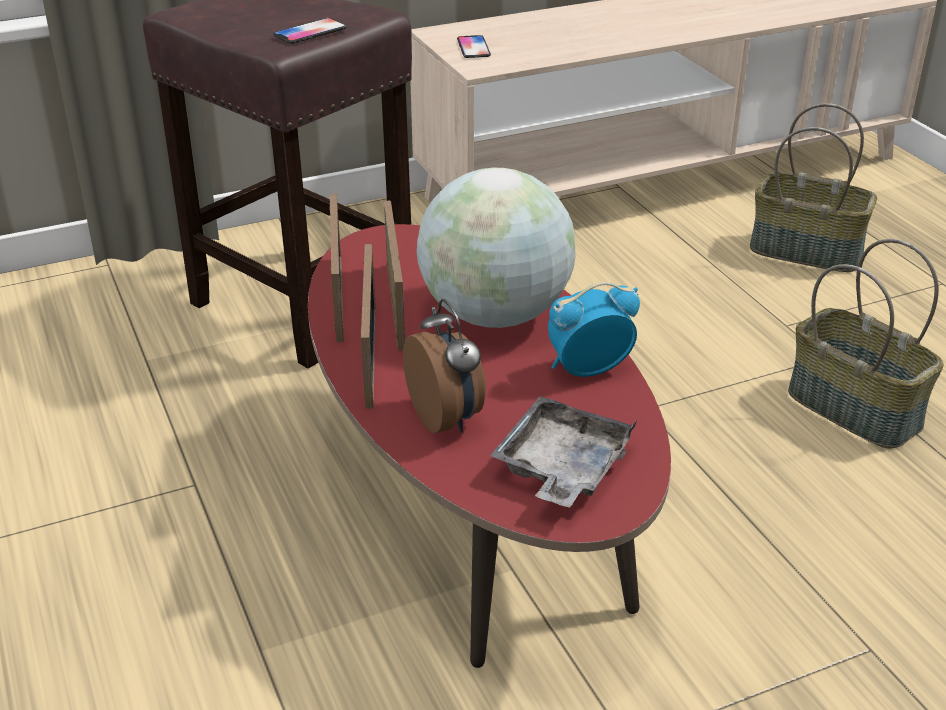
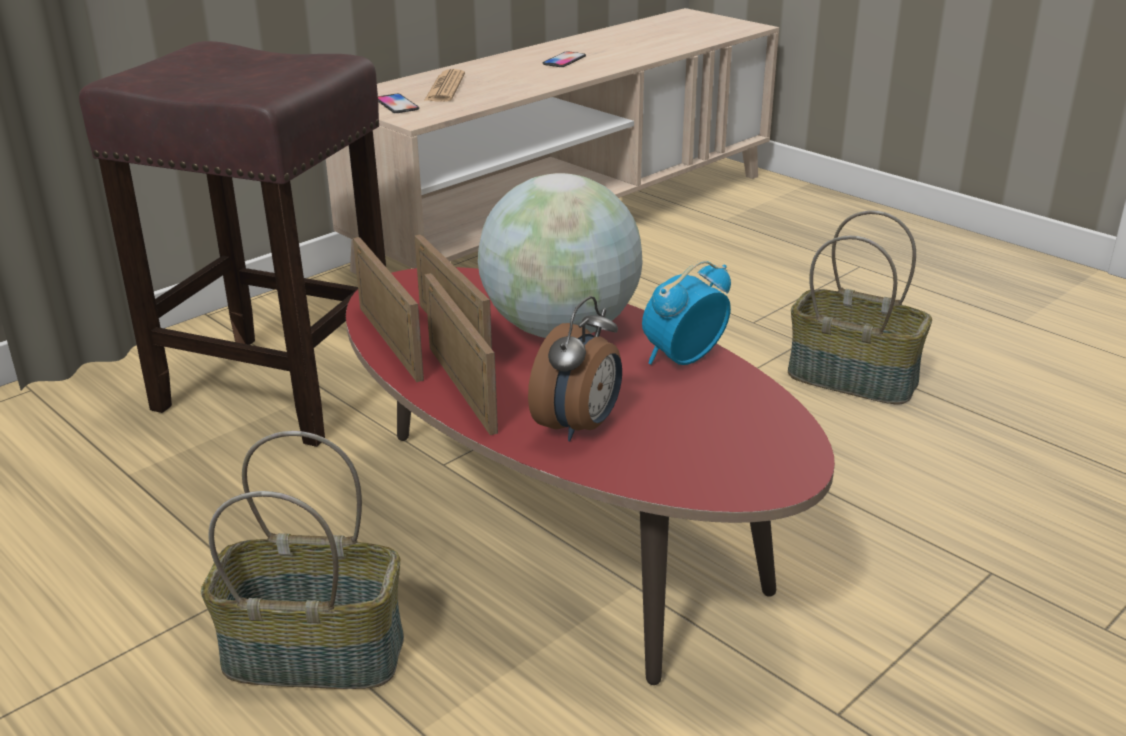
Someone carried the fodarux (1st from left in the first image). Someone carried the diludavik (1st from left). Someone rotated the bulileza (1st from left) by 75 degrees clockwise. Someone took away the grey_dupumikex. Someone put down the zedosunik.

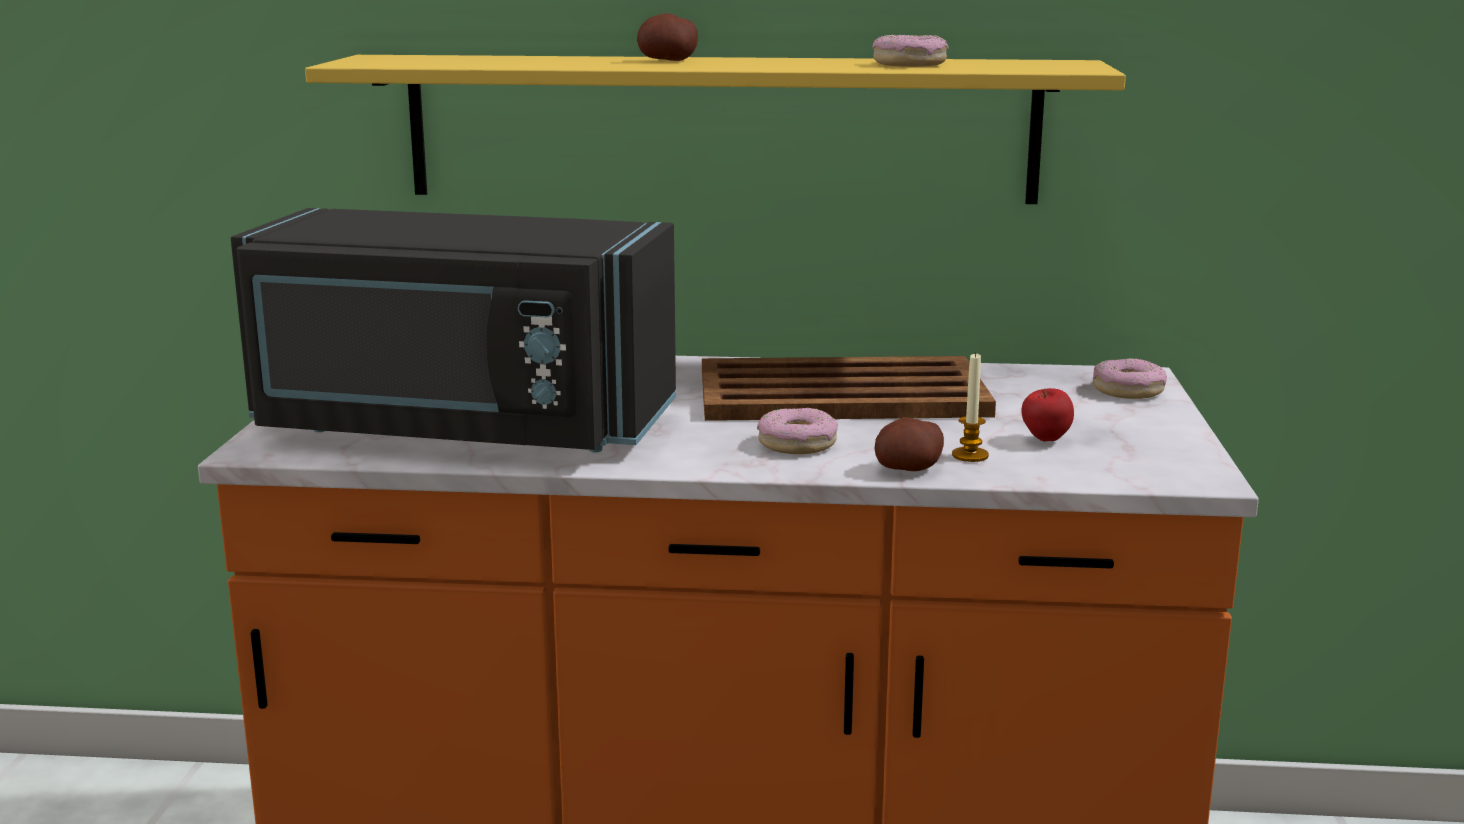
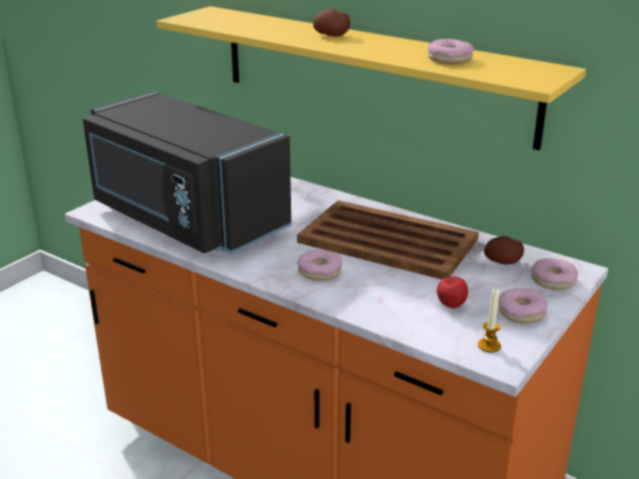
Someone carried the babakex. Someone carried the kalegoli (2nd from left). Someone put down the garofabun (3rd from left).

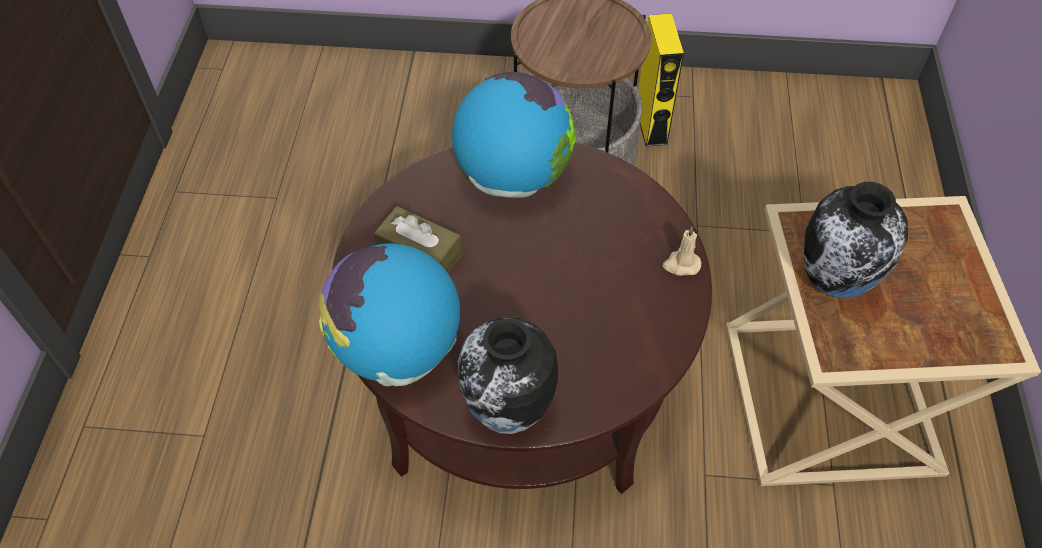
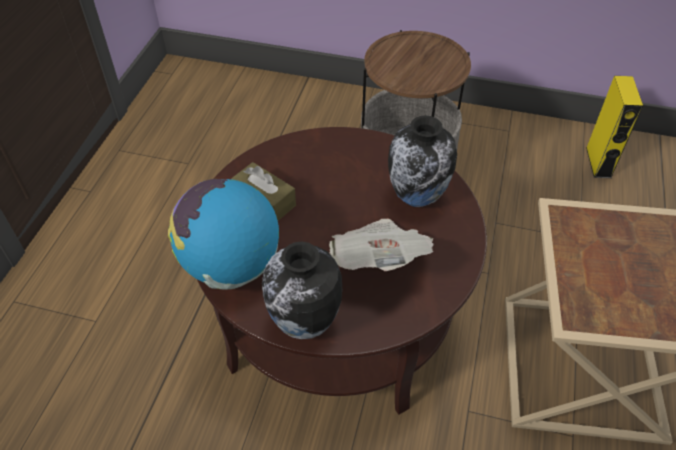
Someone carried the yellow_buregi. Someone took away the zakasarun (2nd from left). Someone carried the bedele (2nd from left). Someone took away the beige_babakex. Someone put down the zedosunik.

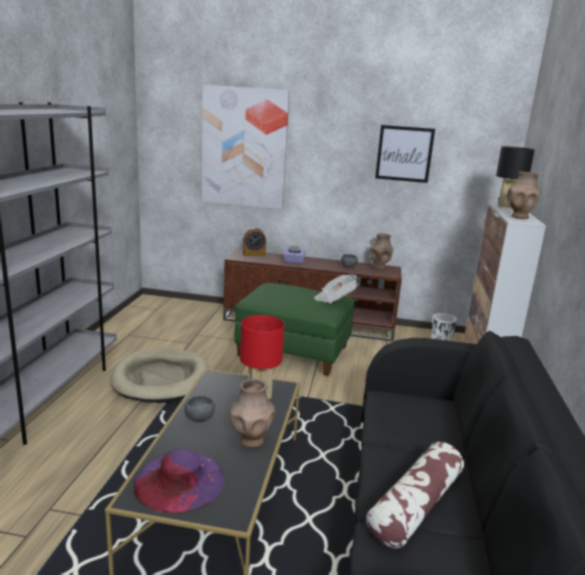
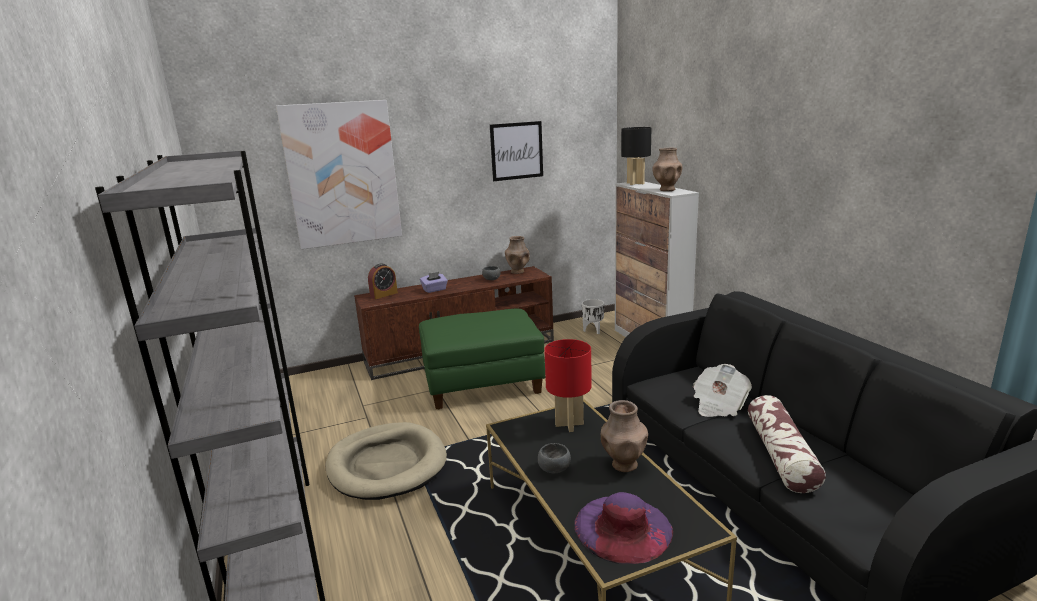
Someone carried the zedosunik.

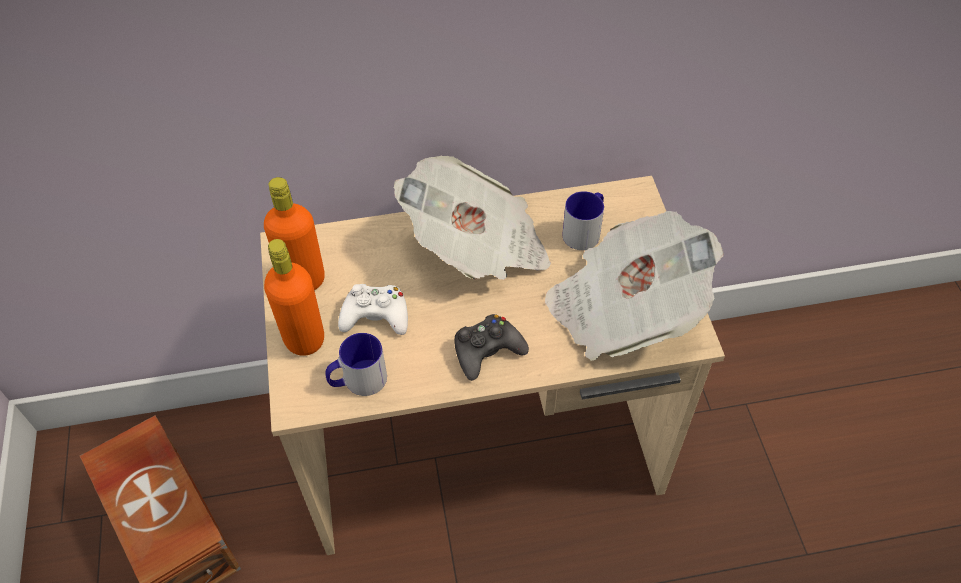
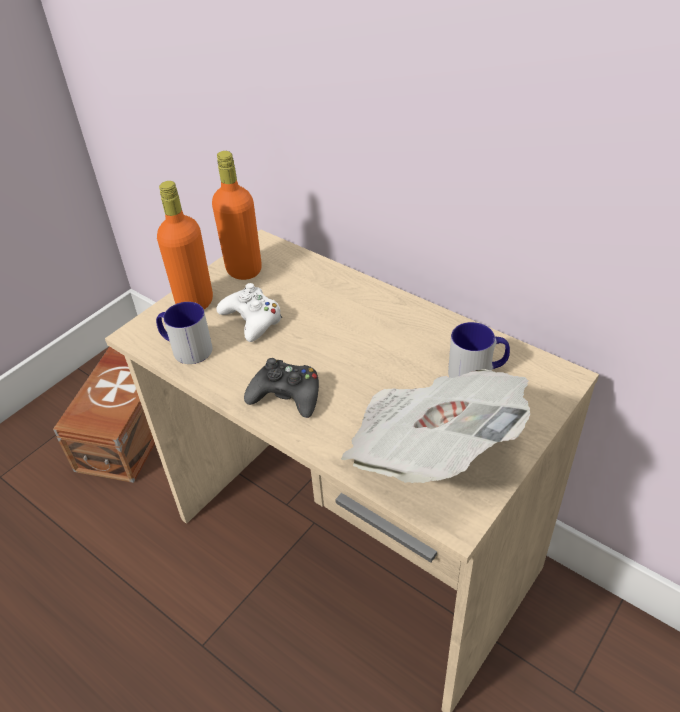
Someone took away the zedosunik (1st from left).

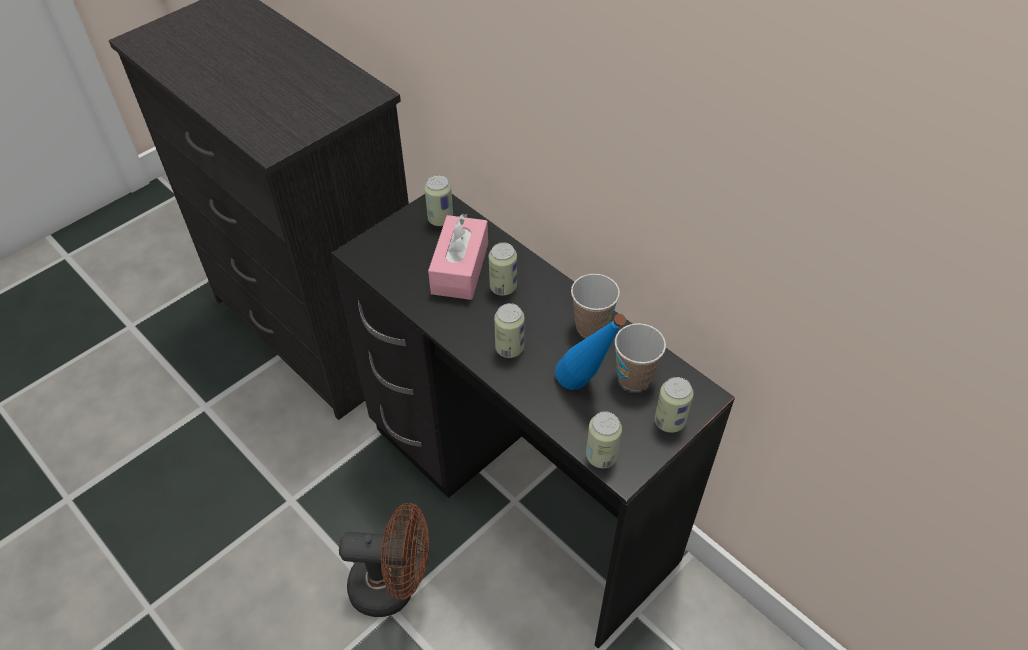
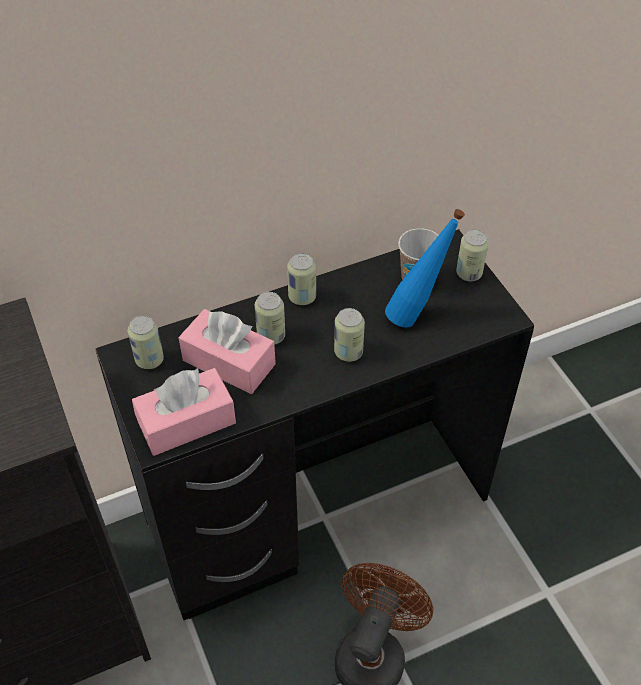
Someone took away the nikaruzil (1st from left). Someone carried the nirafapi (4th from left in the first image). Someone put down the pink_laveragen (1st from left).

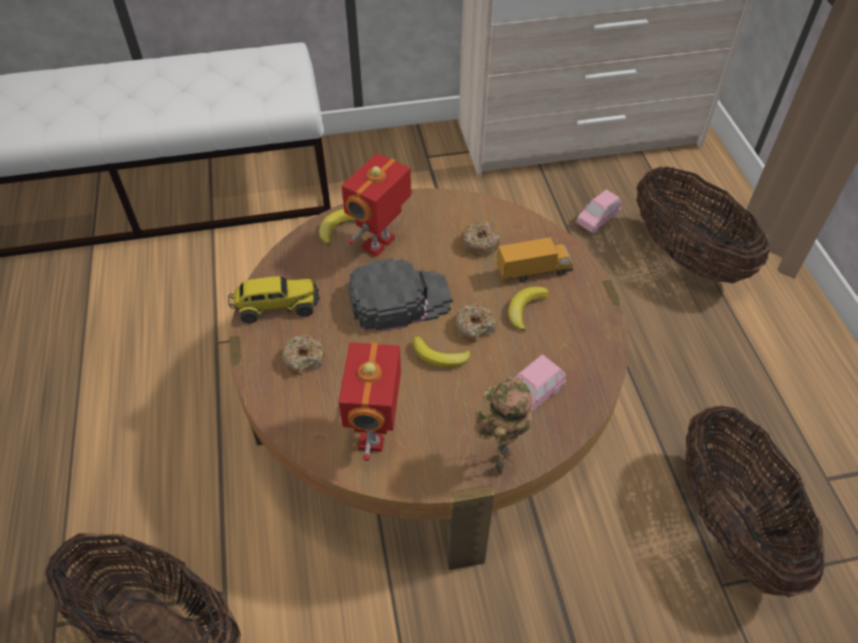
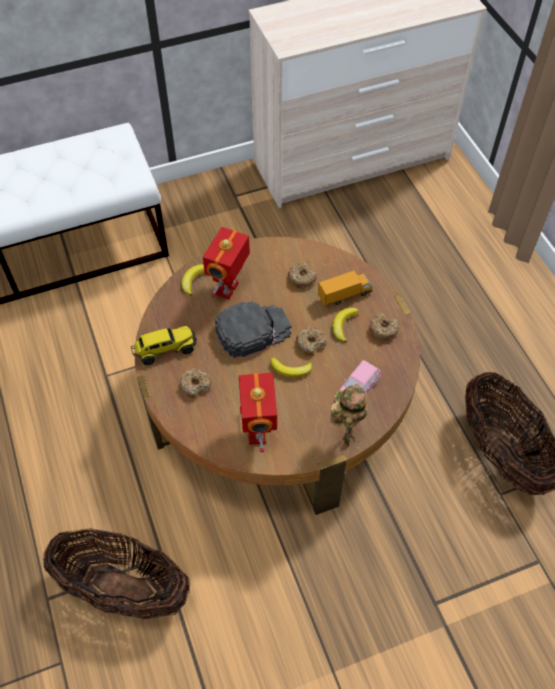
Someone took away the diludavik (2nd from left). Someone took away the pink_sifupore (2nd from left). Someone put down the garofabun (4th from left).

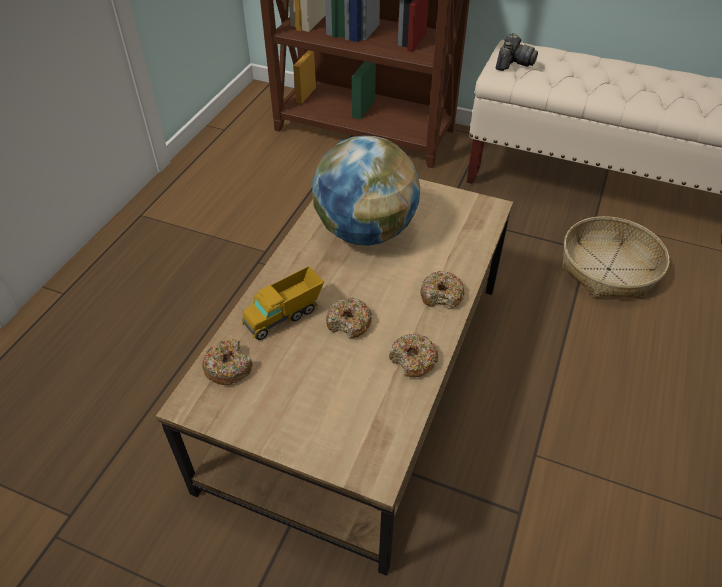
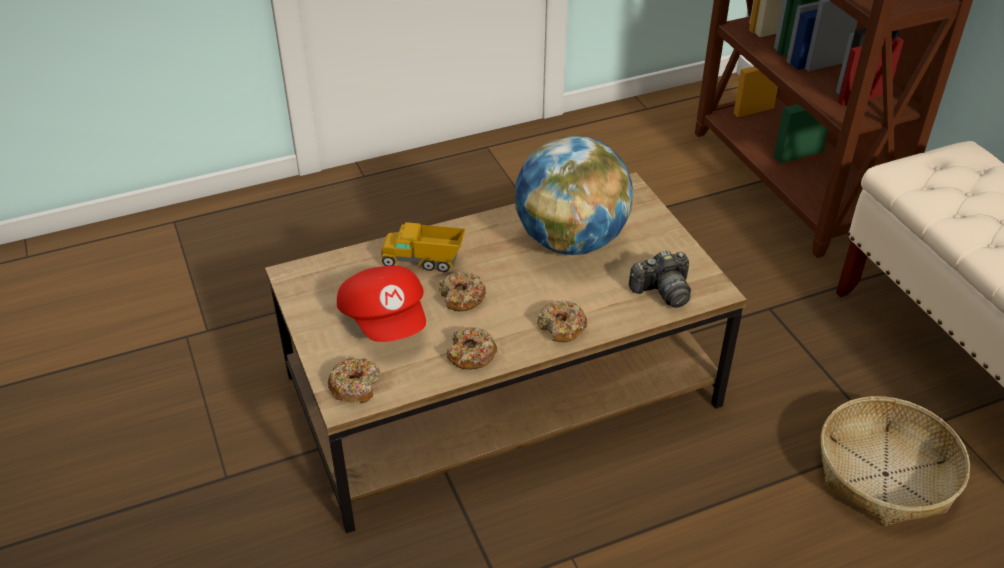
Someone carried the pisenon. Someone carried the garofabun (1st from left). Someone put down the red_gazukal.

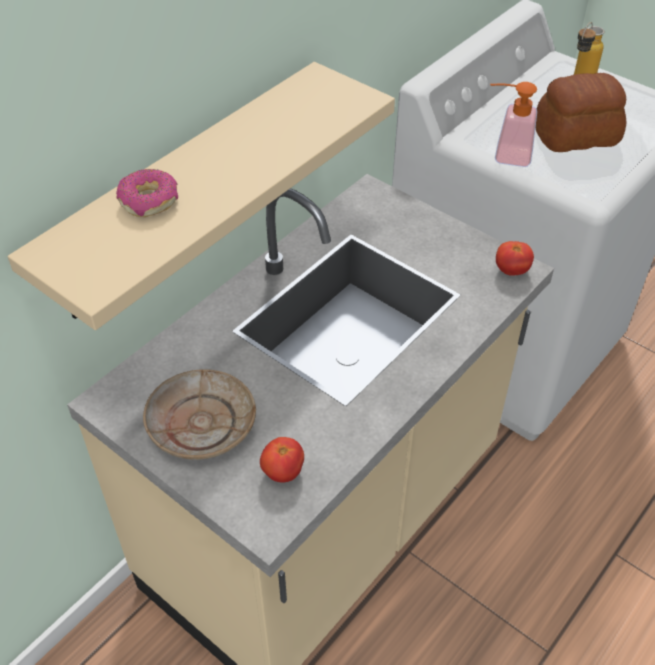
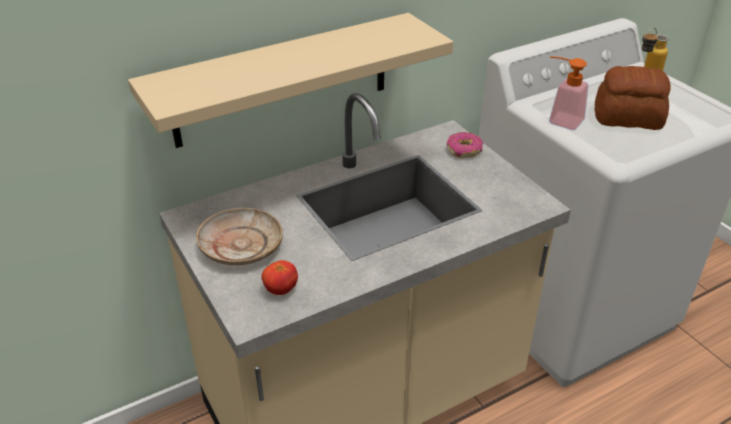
Someone carried the garofabun. Someone took away the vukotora (2nd from left).

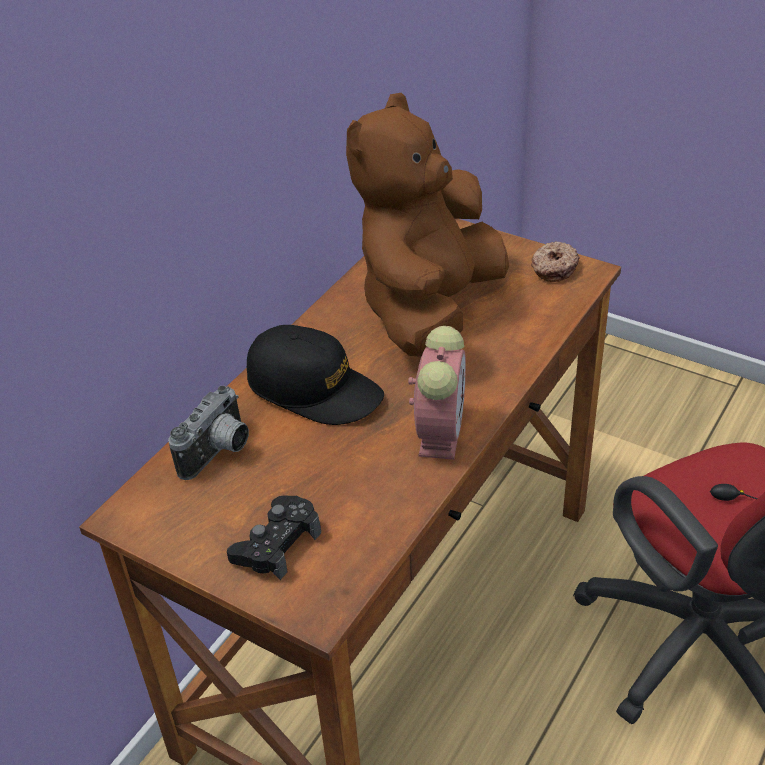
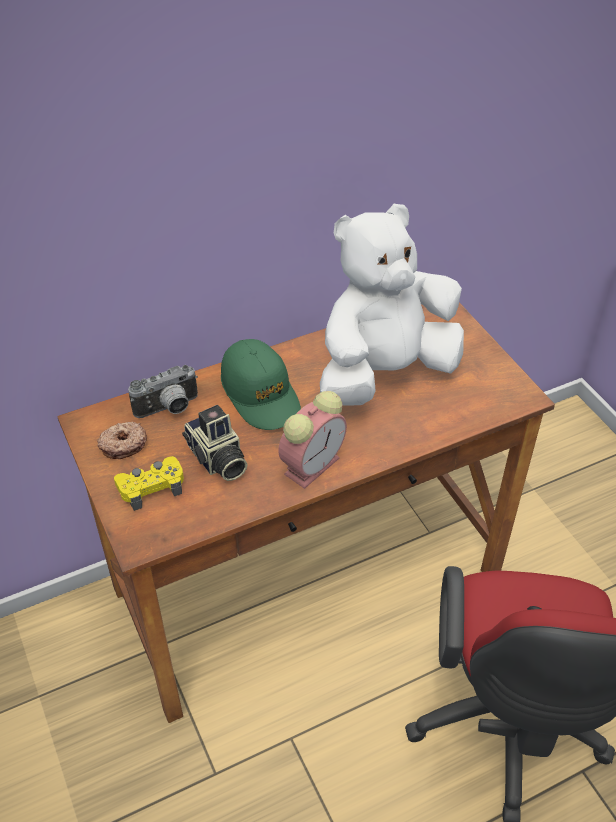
Someone repainted the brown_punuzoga, which became the white_punuzoga. Someone carried the garofabun. Someone repainted the black_gazukal, which became the green_gazukal. Someone repainted the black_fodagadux, which became the yellow_fodagadux. Someone put down the pisenon (2nd from left).

